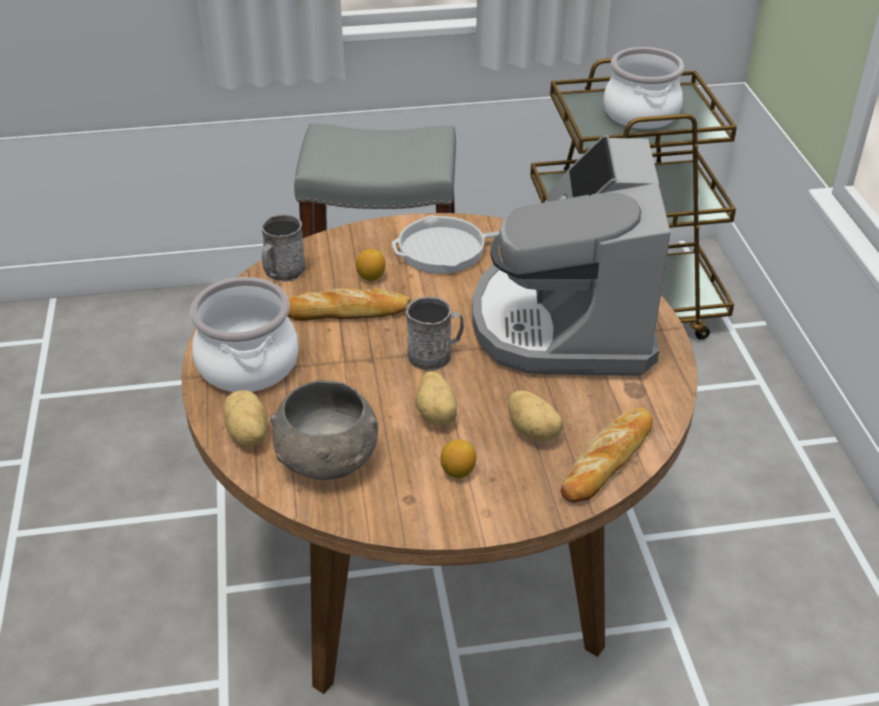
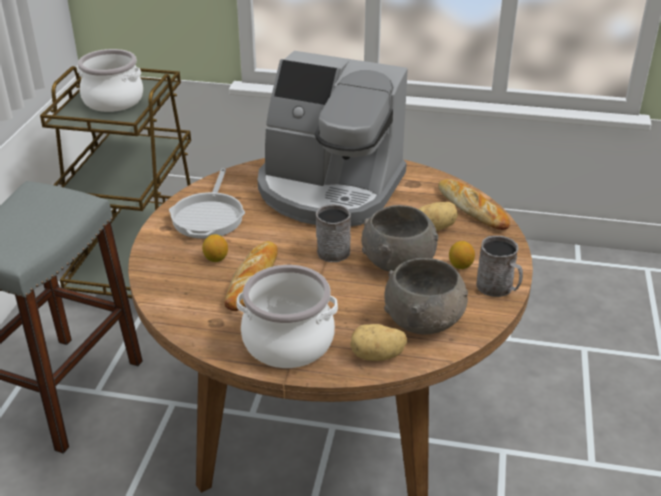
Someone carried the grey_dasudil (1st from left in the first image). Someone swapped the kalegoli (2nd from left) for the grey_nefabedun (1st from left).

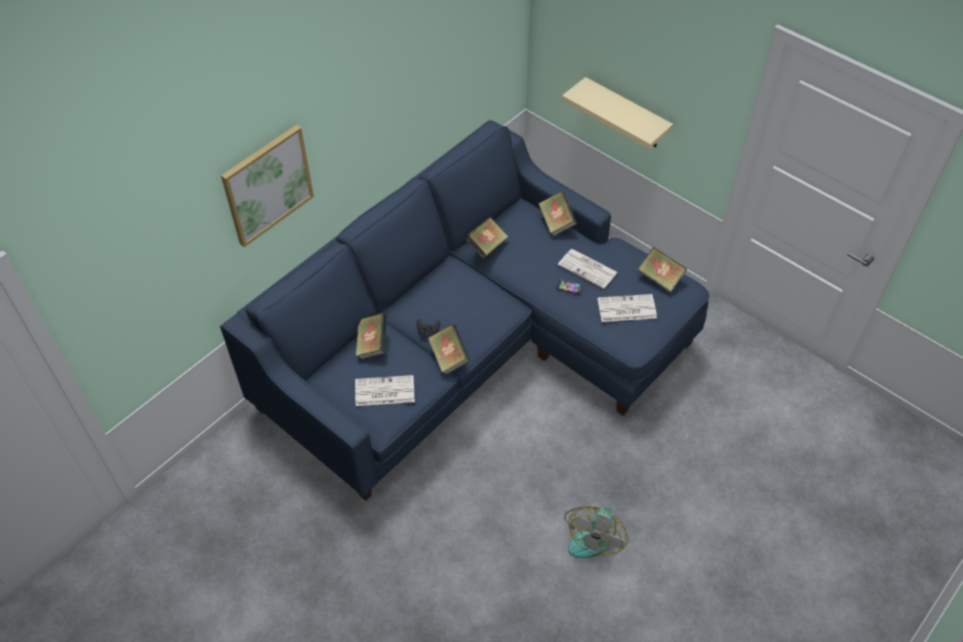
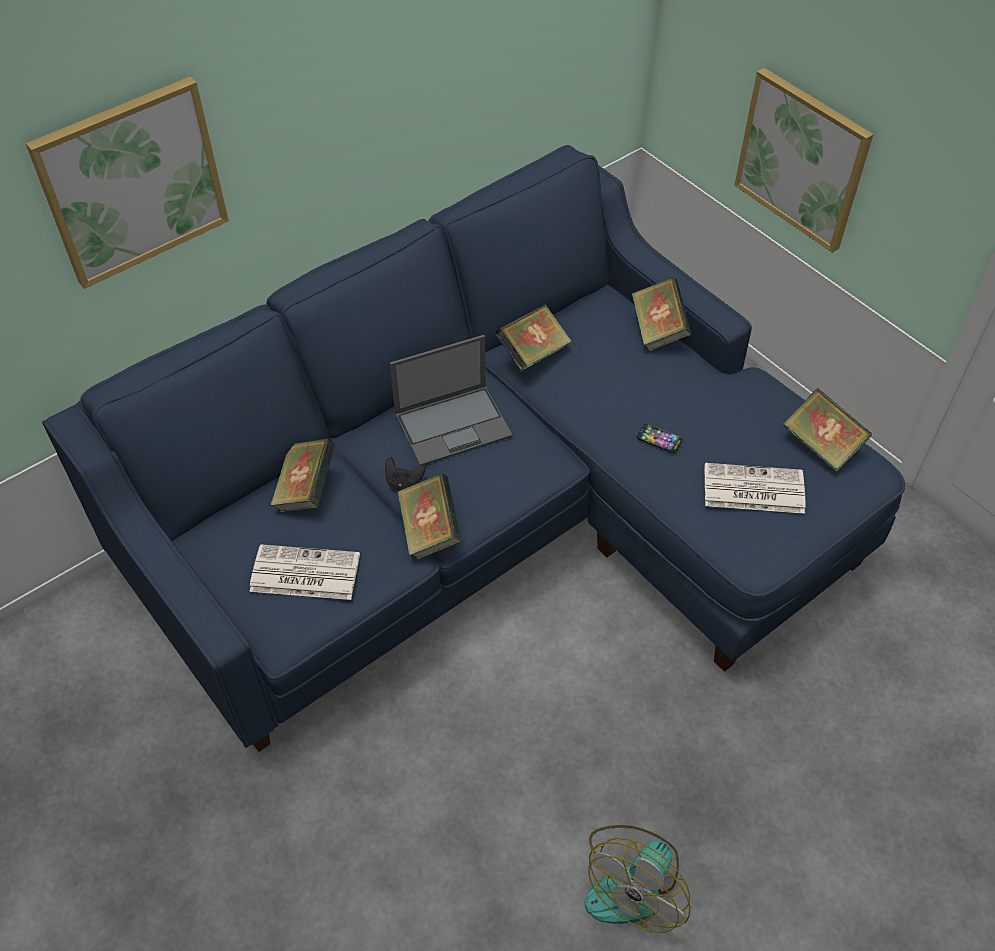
Someone swapped the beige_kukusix for the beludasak (2nd from left). Someone took away the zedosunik (2nd from left). Someone put down the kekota.

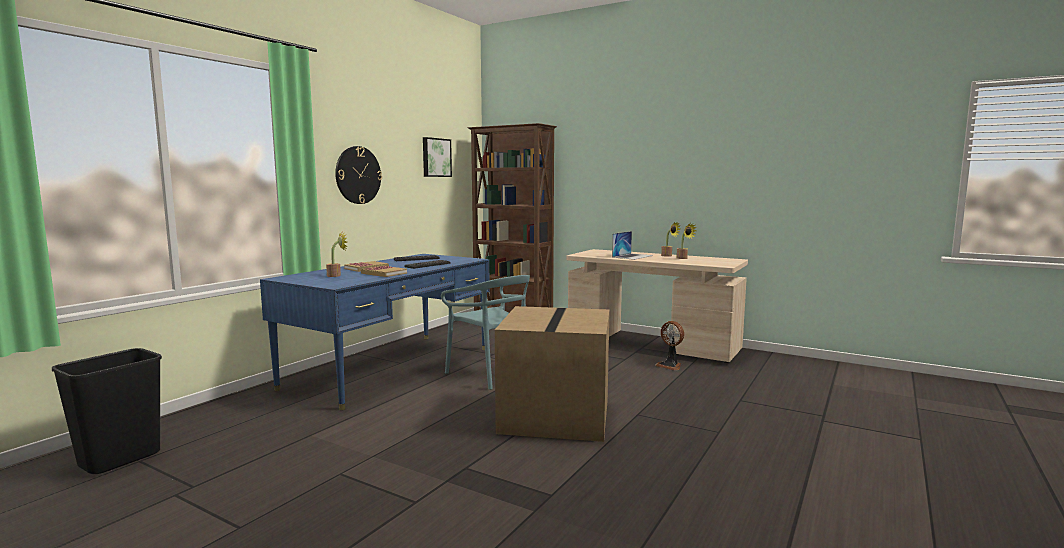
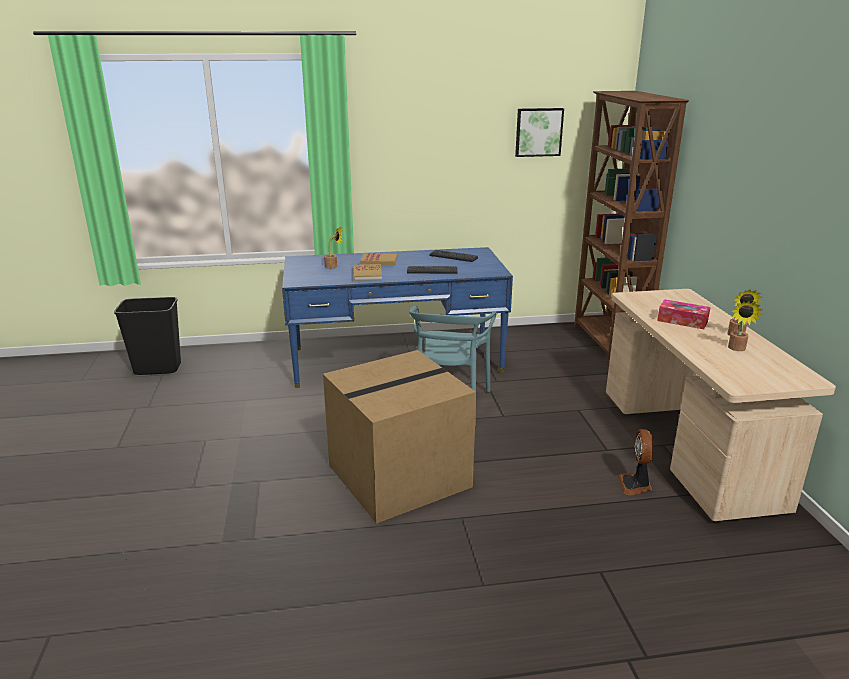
Someone took away the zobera. Someone swapped the kekota for the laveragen.

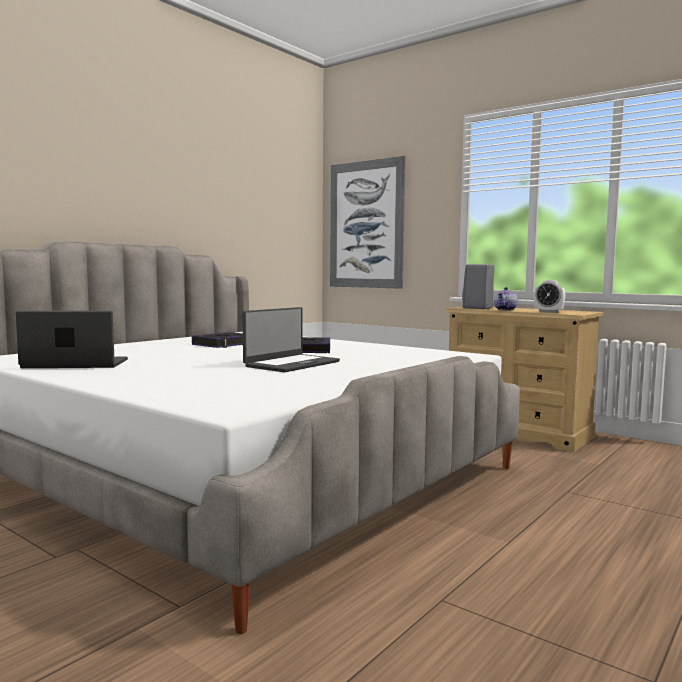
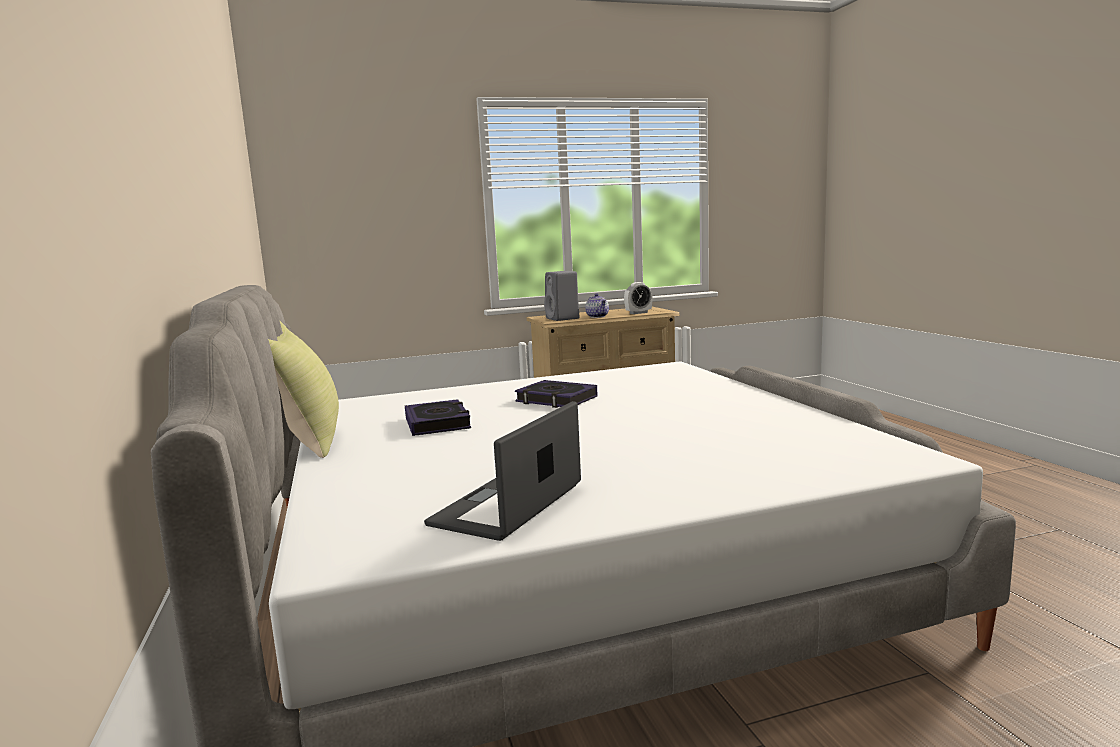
Someone took away the beludasak. Someone took away the kekota (2nd from left). Someone put down the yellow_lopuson.

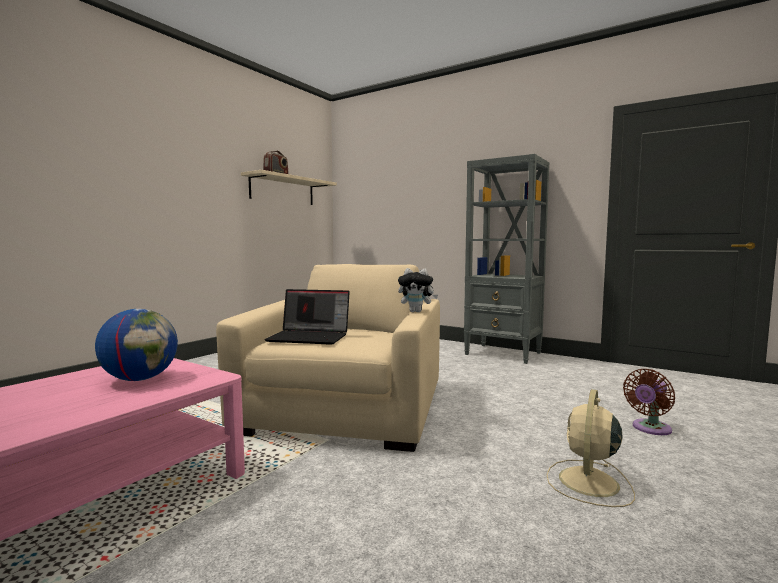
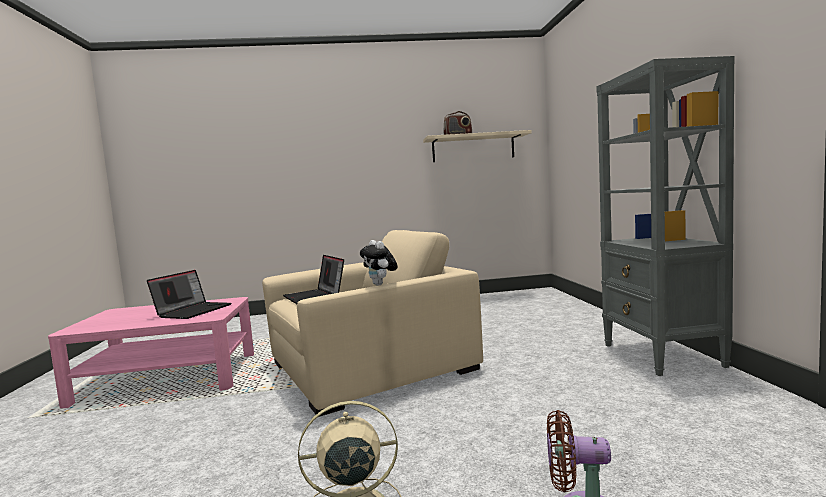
Someone swapped the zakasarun for the kekota (1st from left).

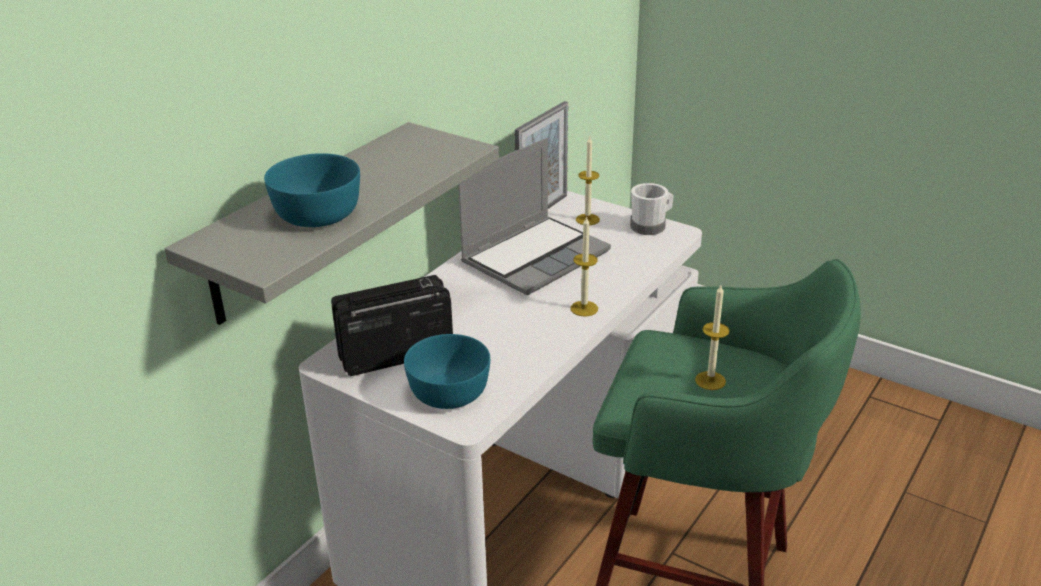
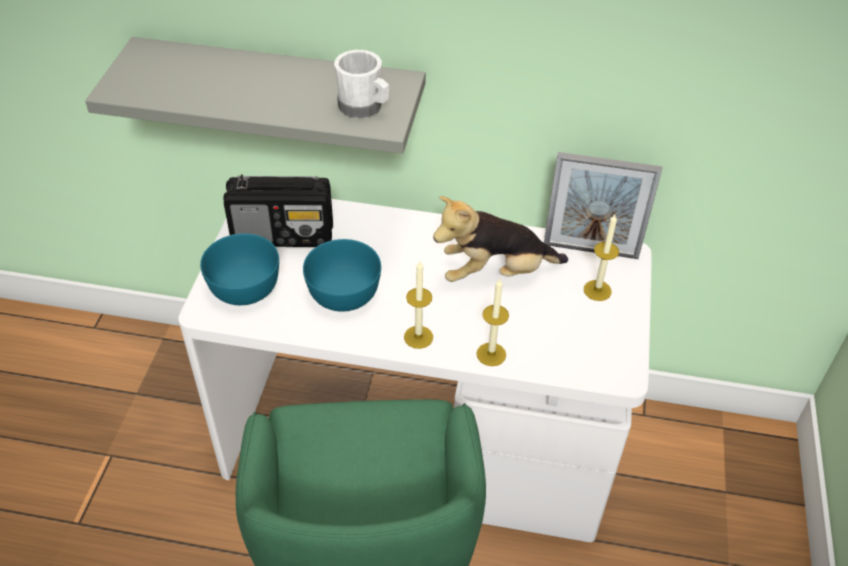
Someone swapped the kekota for the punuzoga. Someone carried the turquoise_nefabedun (1st from left in the first image). Someone carried the white_dasudil. Someone rotated the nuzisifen by 135 degrees clockwise. Someone carried the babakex (3rd from left in the first image).

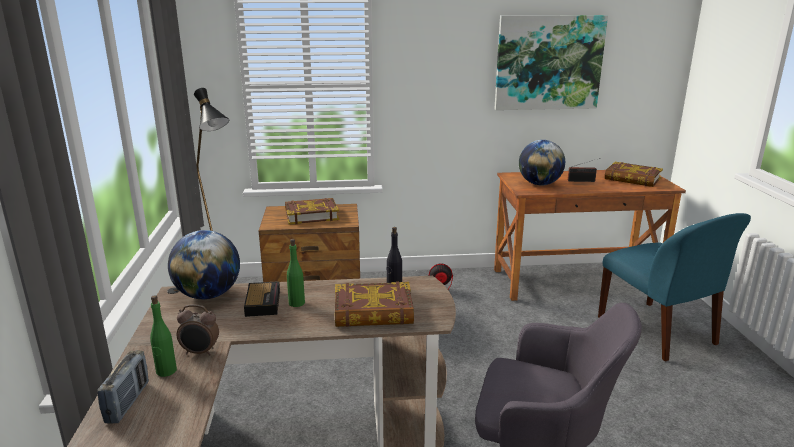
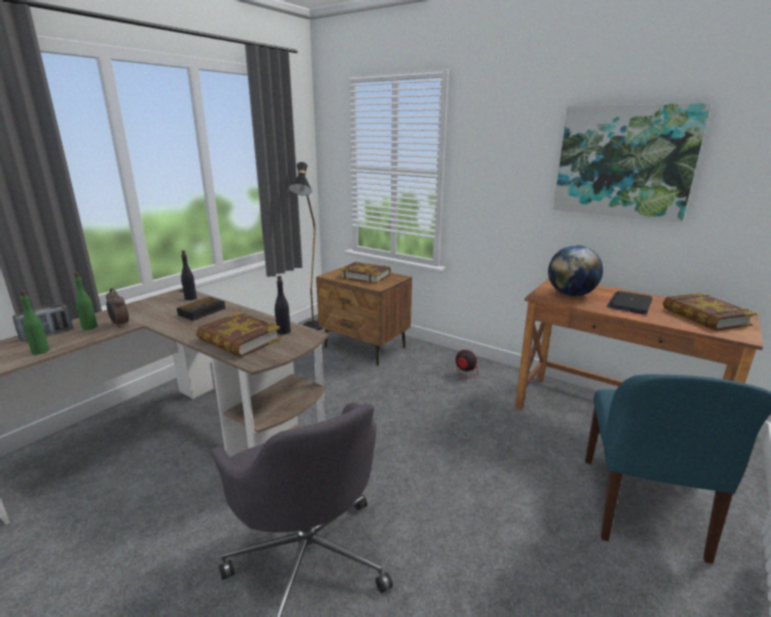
Someone swapped the nuzisifen (2nd from left) for the kekota. Someone swapped the zakasarun (1st from left) for the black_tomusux (1st from left). Someone carried the green_tomusux (2nd from left in the first image).

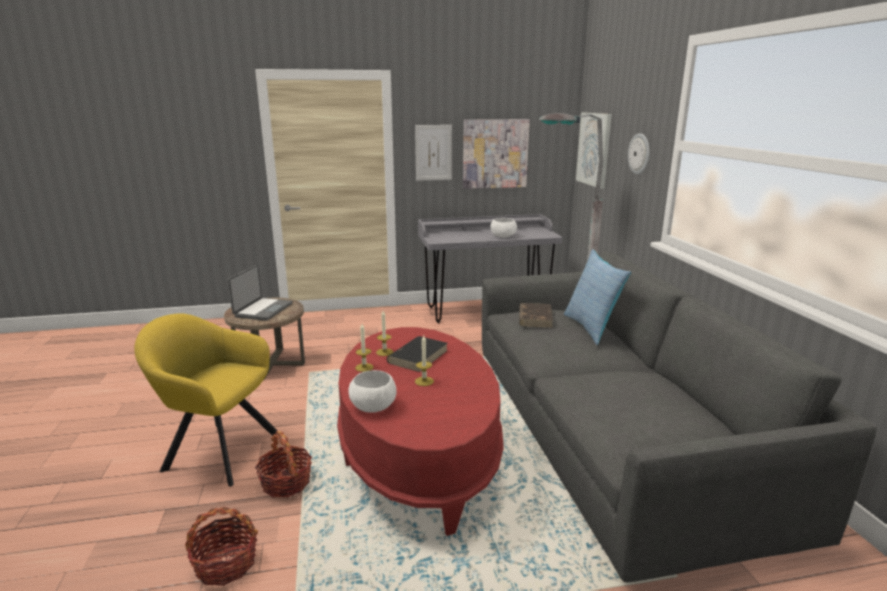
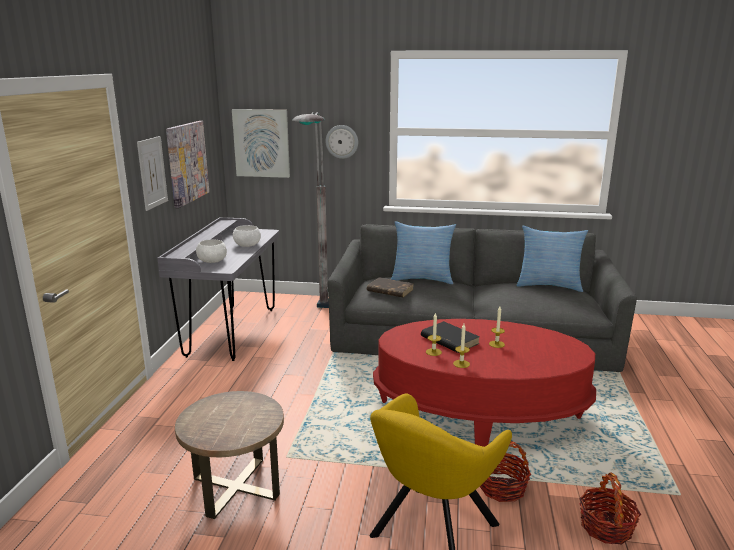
Someone took away the kekota. Someone carried the white_nefabedun (1st from left). Someone put down the lopuson (2nd from left).

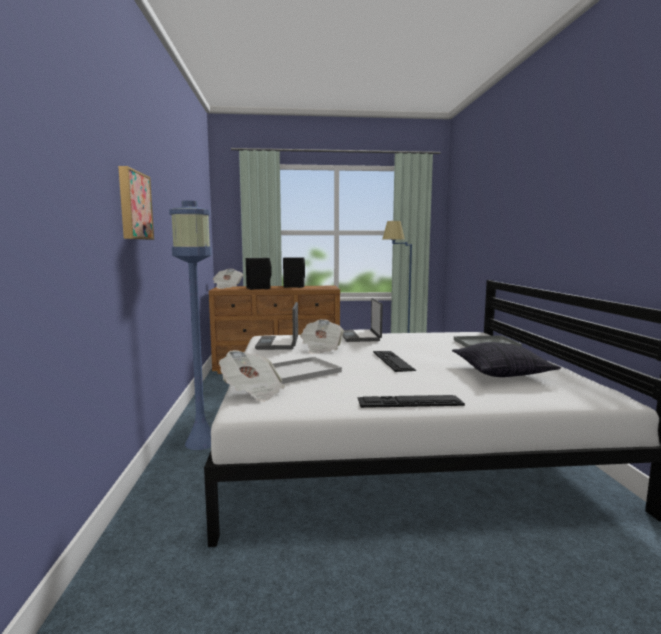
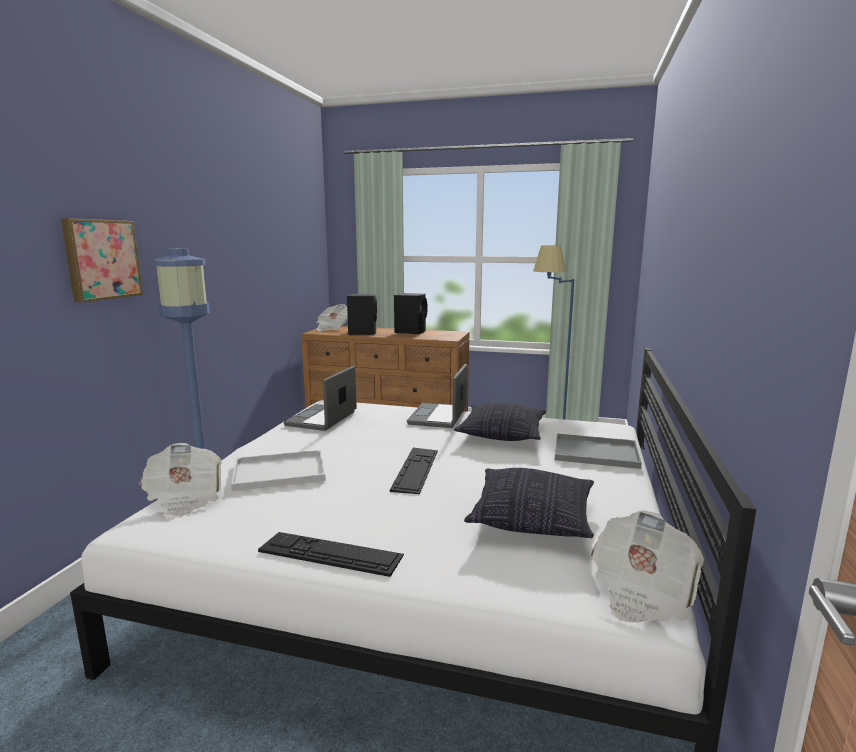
Someone carried the zedosunik (3rd from left). Someone put down the lopuson (1st from left).

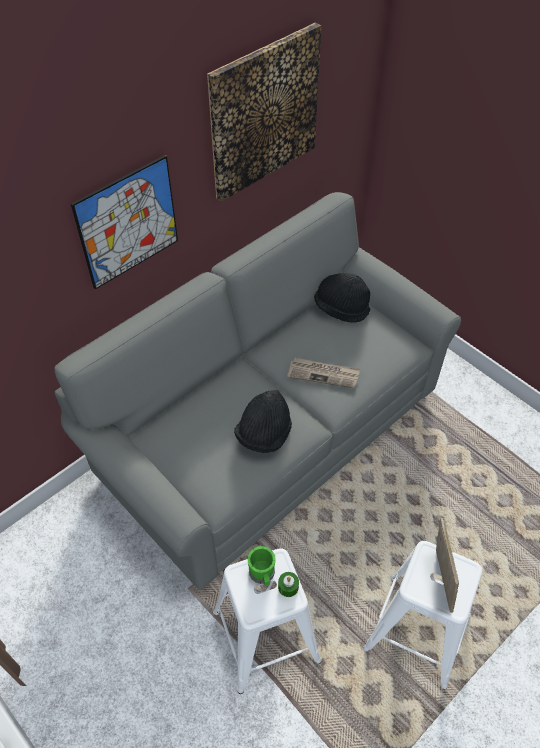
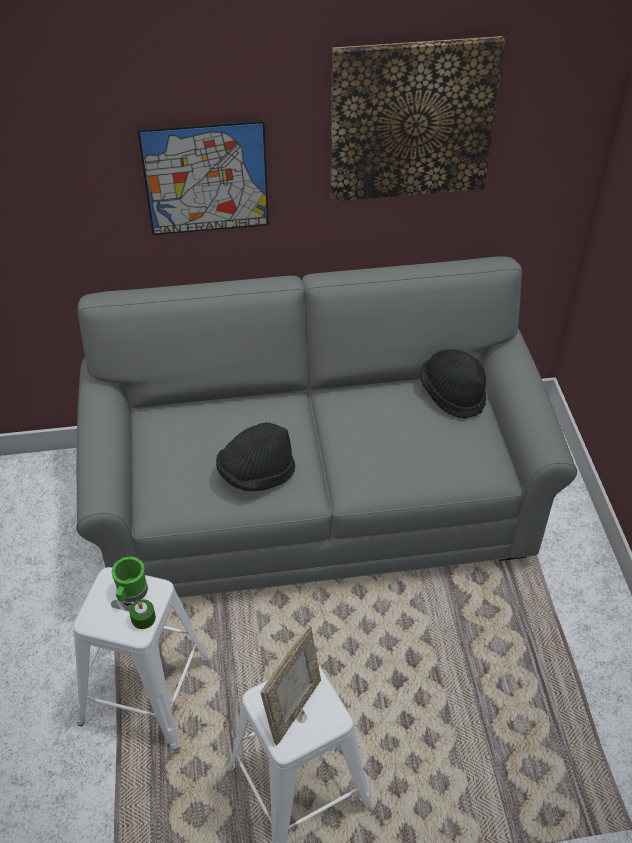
Someone took away the zedosunik.

